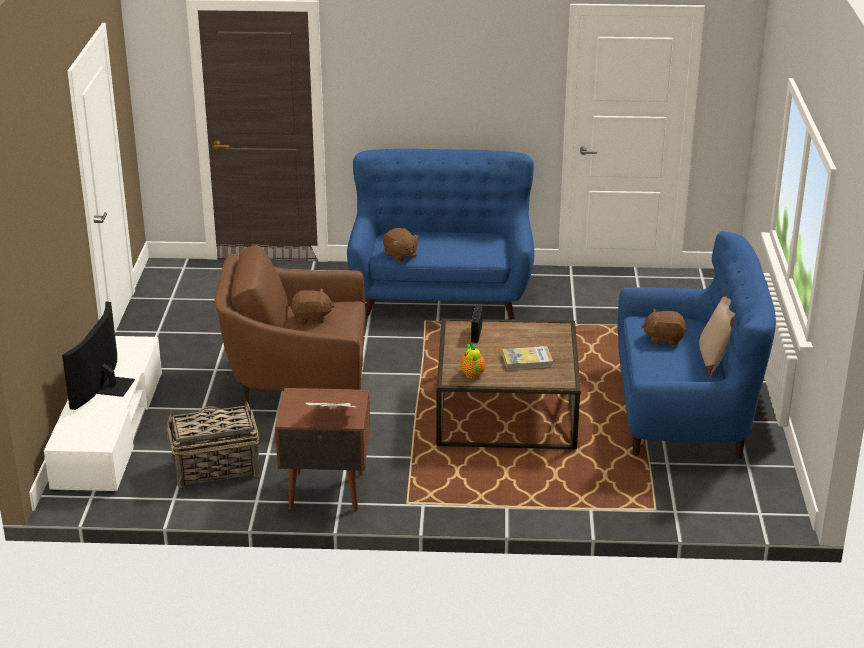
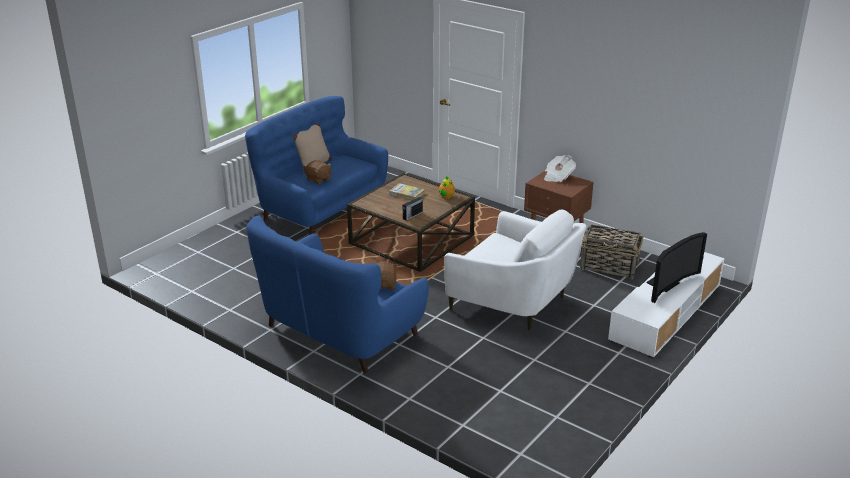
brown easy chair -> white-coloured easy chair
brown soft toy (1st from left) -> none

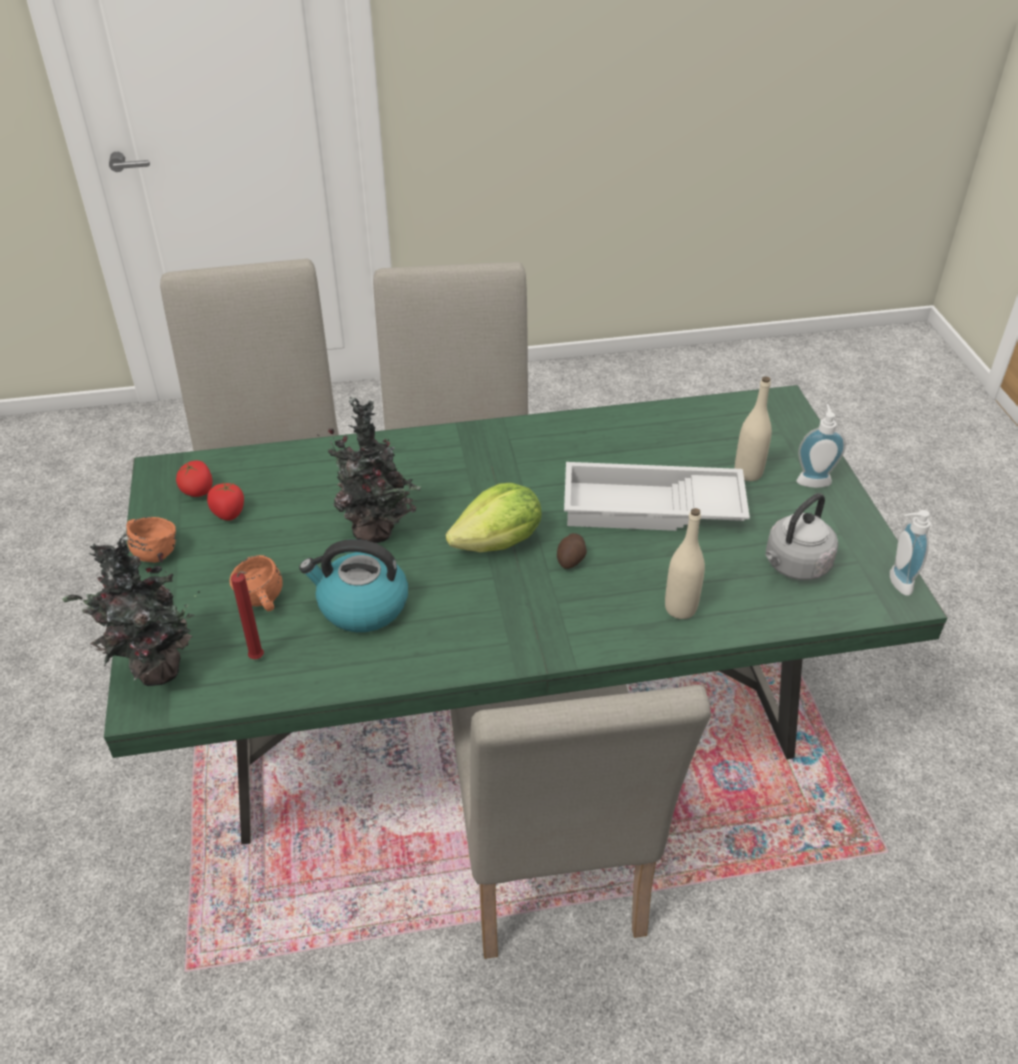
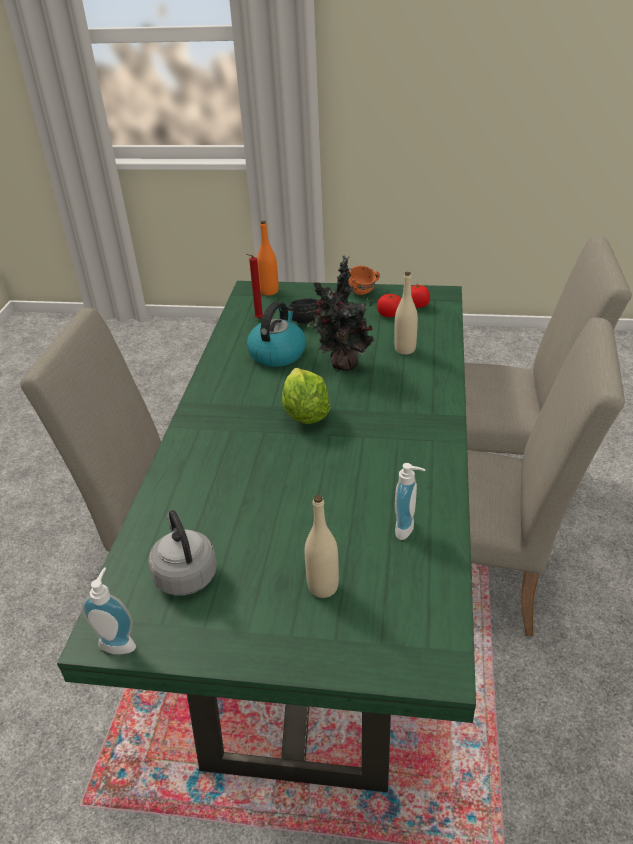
plant in a pot (1st from left) -> orange-coloured beverage bottle
orange-coloured coffee mug (2nd from left) -> black-coloured coffee mug
beige-coloured beverage bottle (1st from left in the first image) -> beige-coloured beverage bottle (2nd from left), moved
soap bottle (1st from left in the first image) -> soap bottle (2nd from left), moved
whole potato -> none
white-coloured serving tray -> none

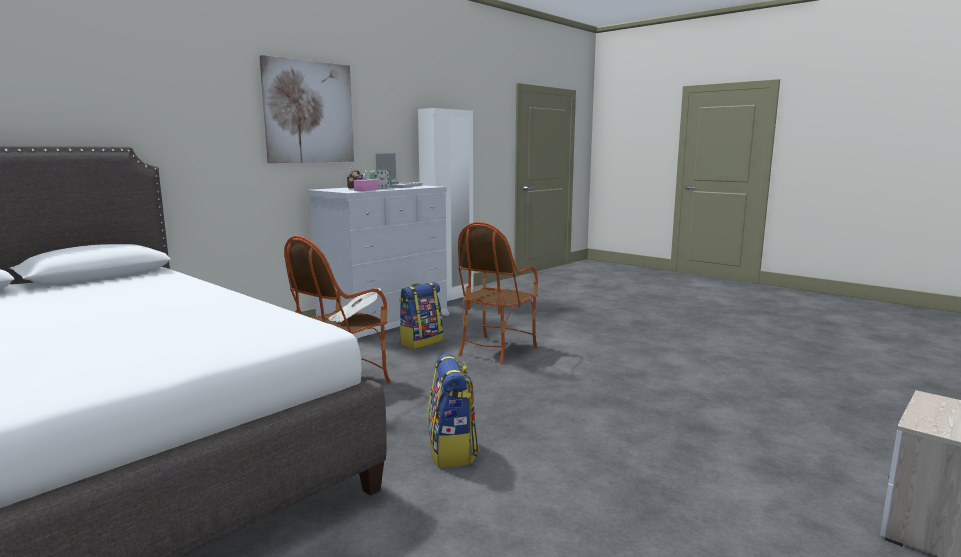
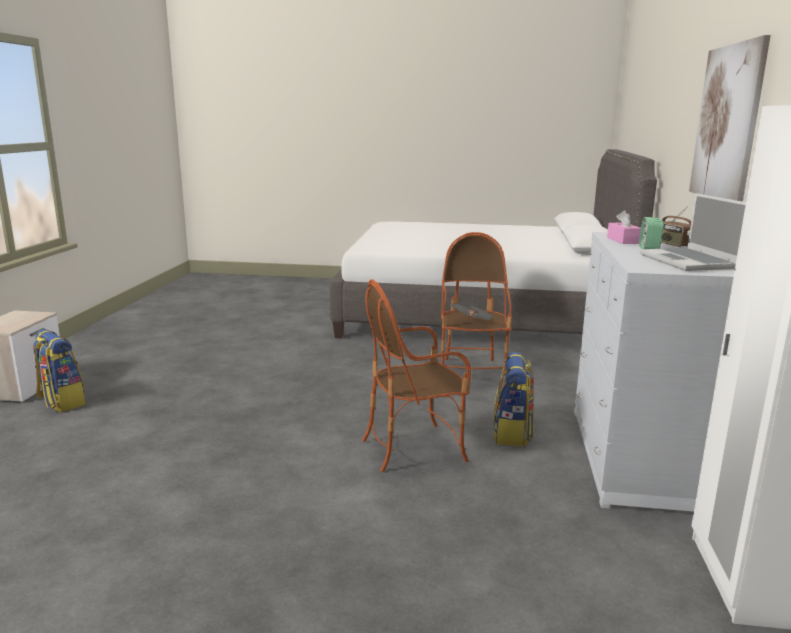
backpack (2nd from left in the first image) -> backpack (1st from left), moved
easy chair (2nd from left in the first image) -> easy chair (1st from left), 105 degrees counterclockwise

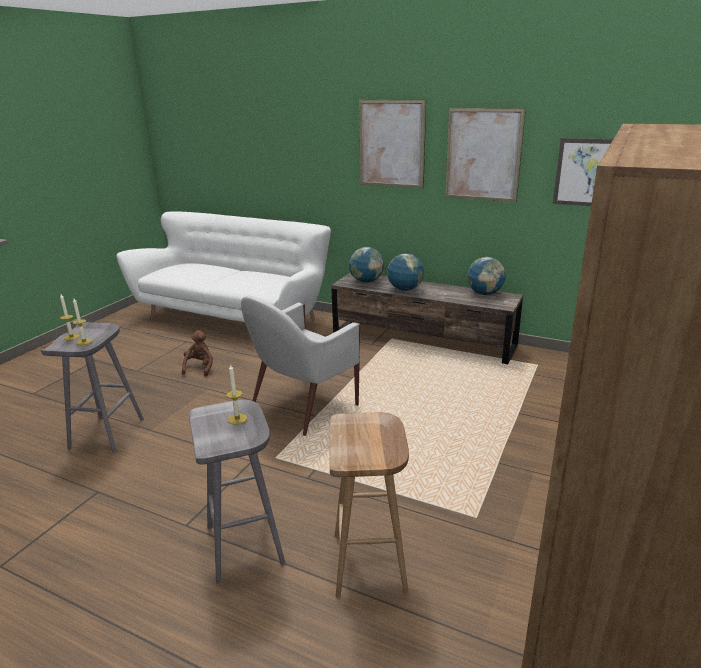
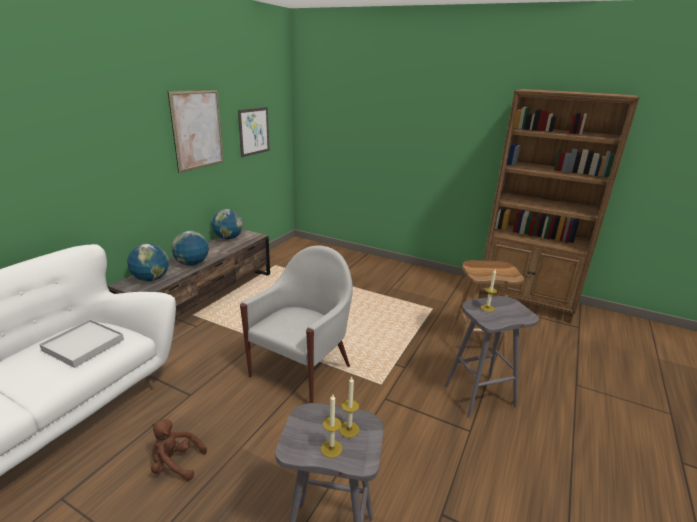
none -> white-coloured serving tray
white-coloured easy chair, 105 degrees counterclockwise
picture (1st from left) -> none

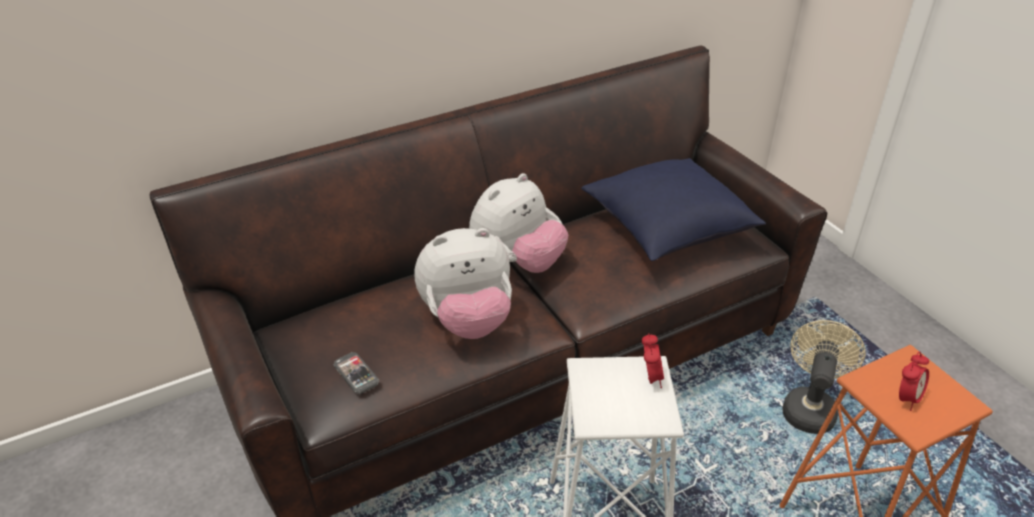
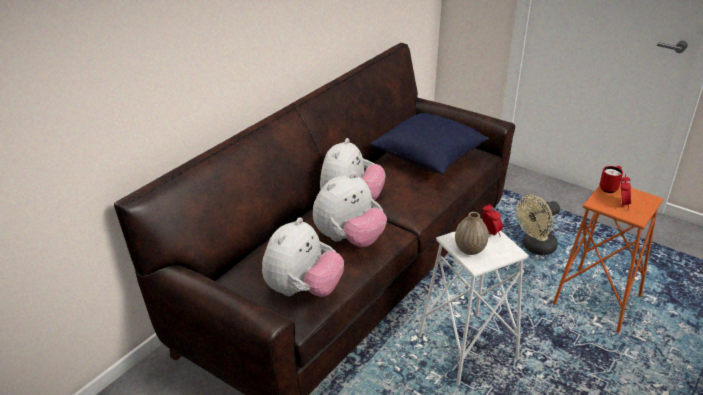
handset -> soft toy (1st from left)
none -> vase
beige-coloured electric fan, 120 degrees counterclockwise
none -> reddish coffee mug

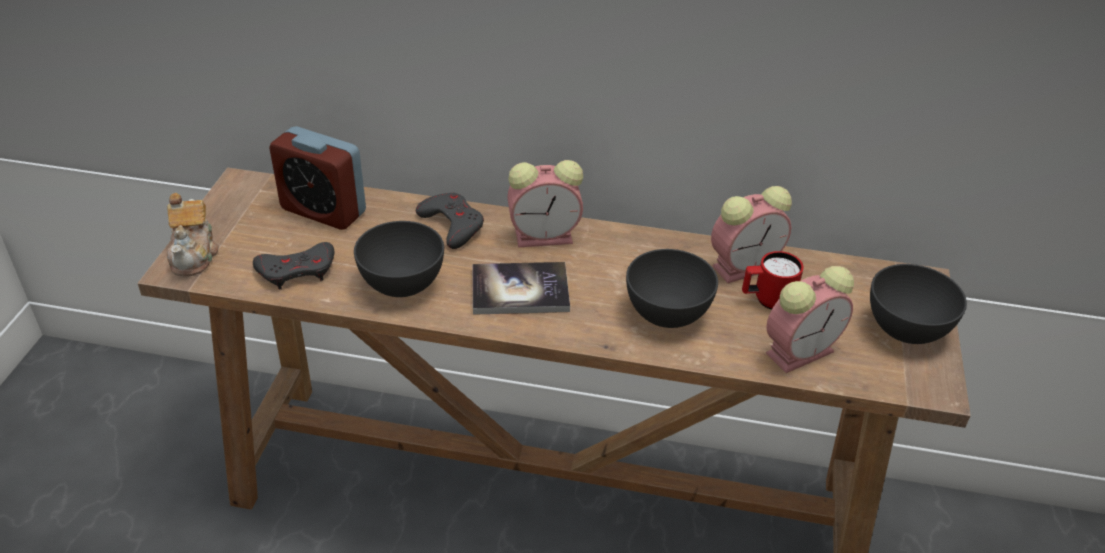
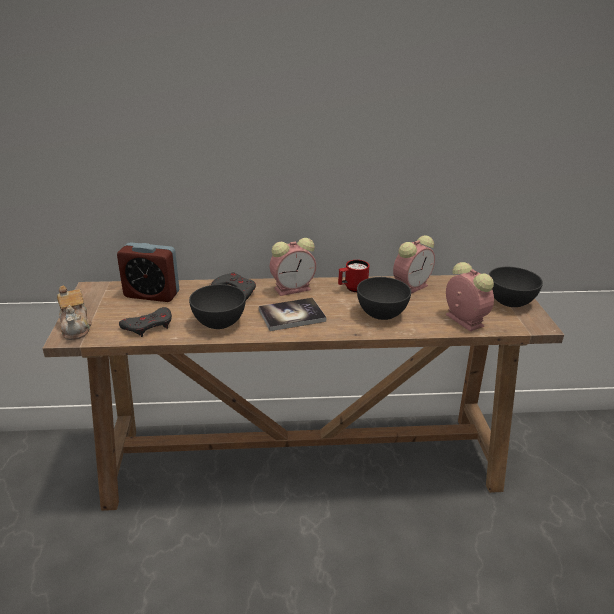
reddish coffee mug, moved
table clock (4th from left), 75 degrees counterclockwise

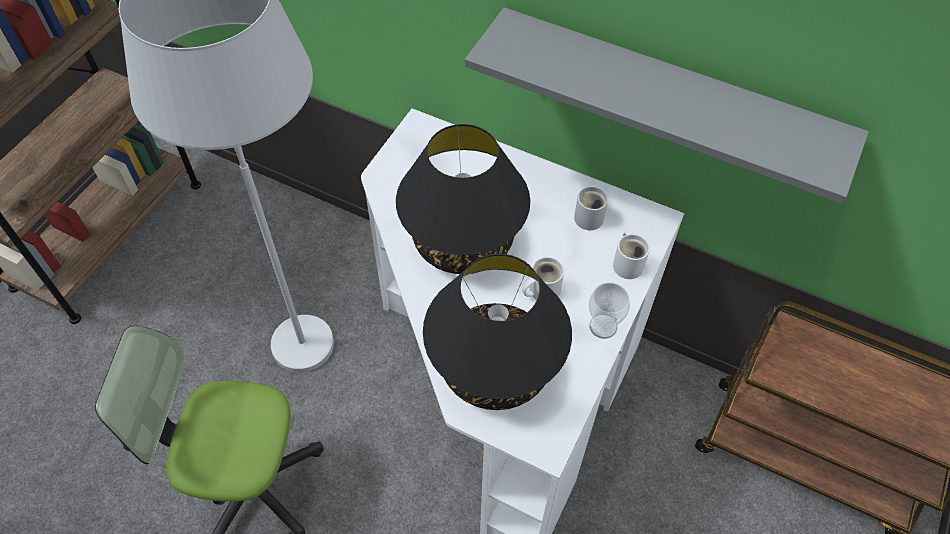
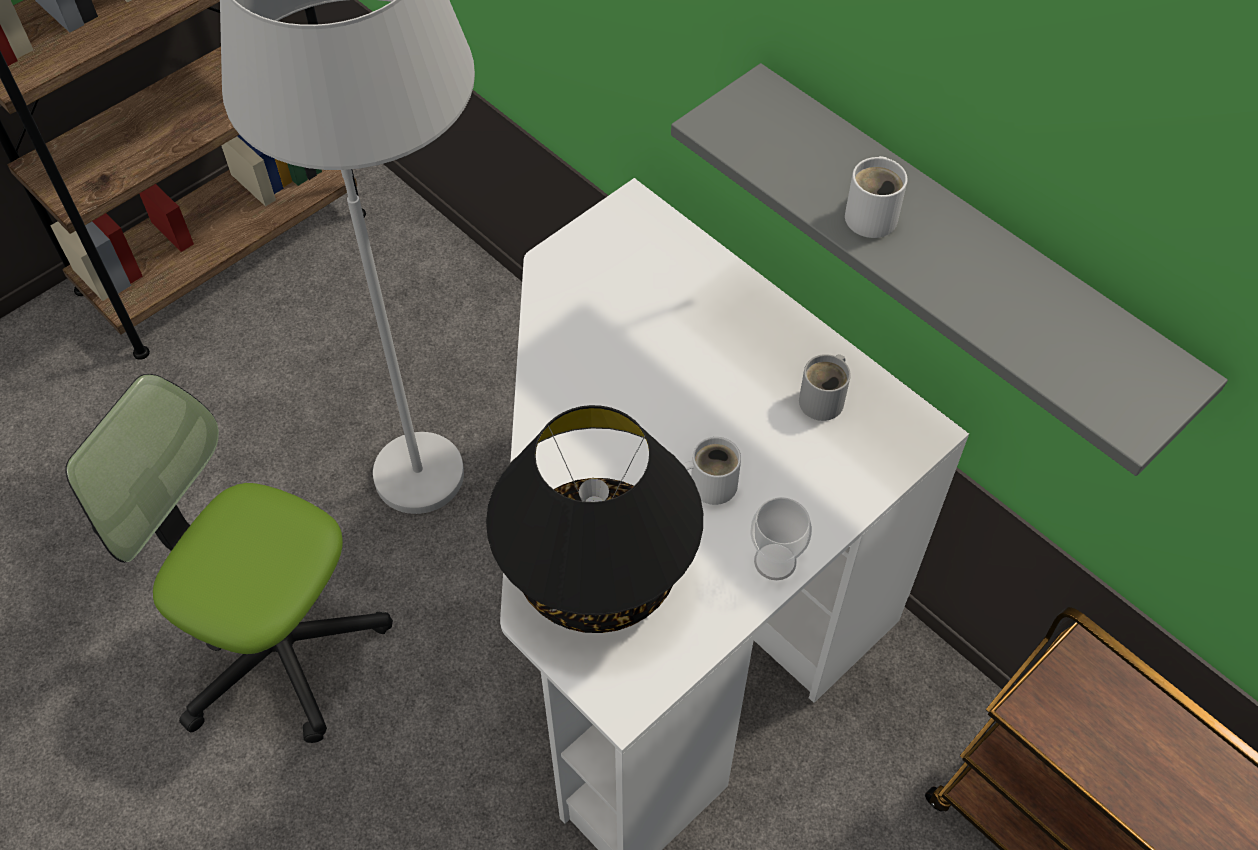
white-coloured coffee mug (3rd from left), moved
black-coloured tabletop lamp (1st from left) -> none

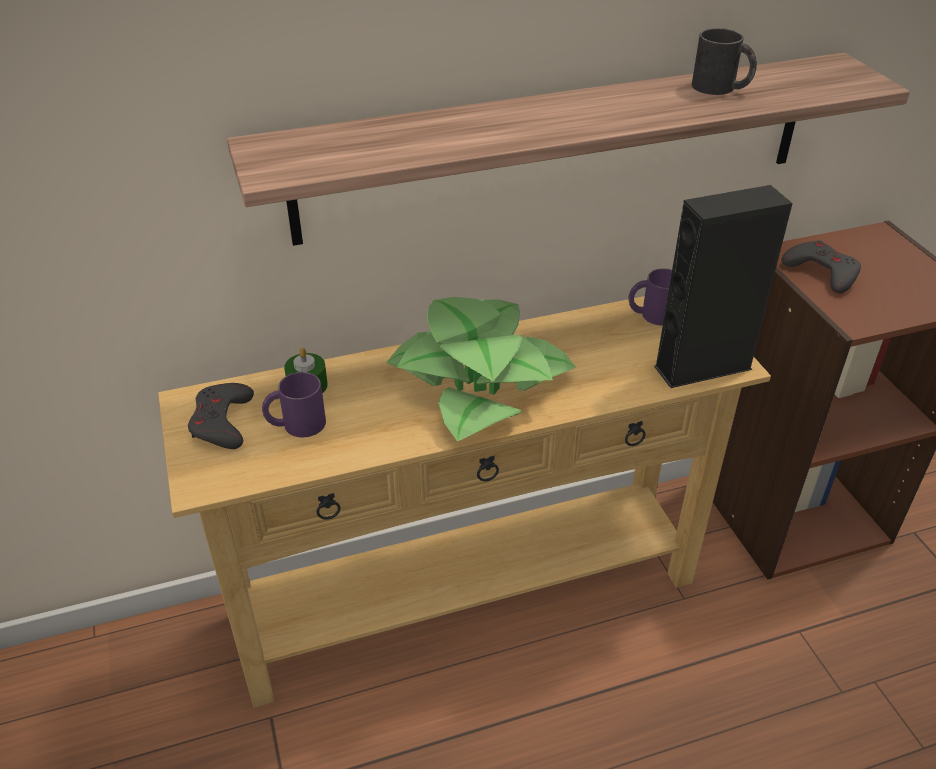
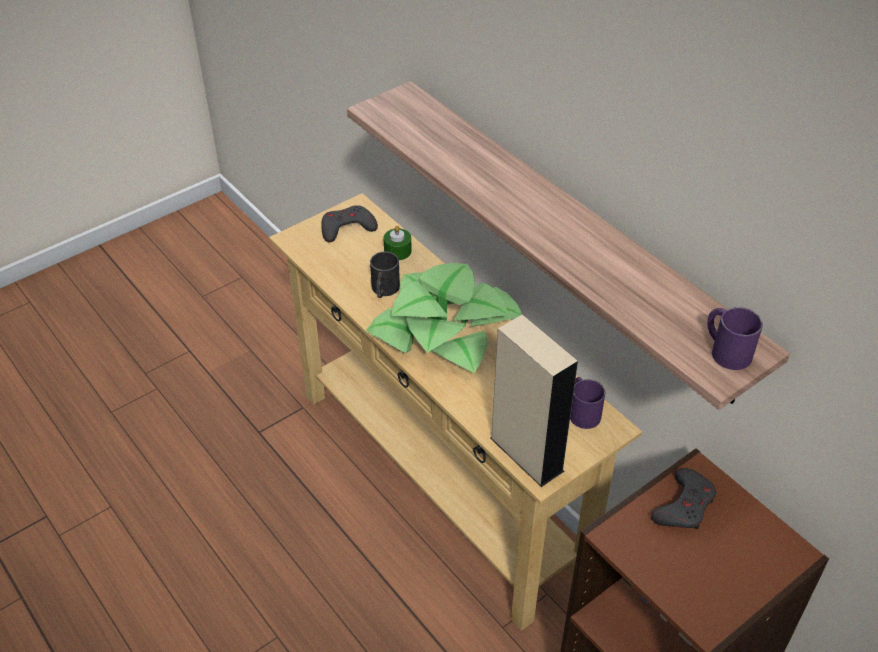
black-coloured coffee mug, moved
black-coloured audio speaker -> beige-coloured audio speaker
purple coffee mug (1st from left in the first image) -> purple coffee mug (2nd from left), moved

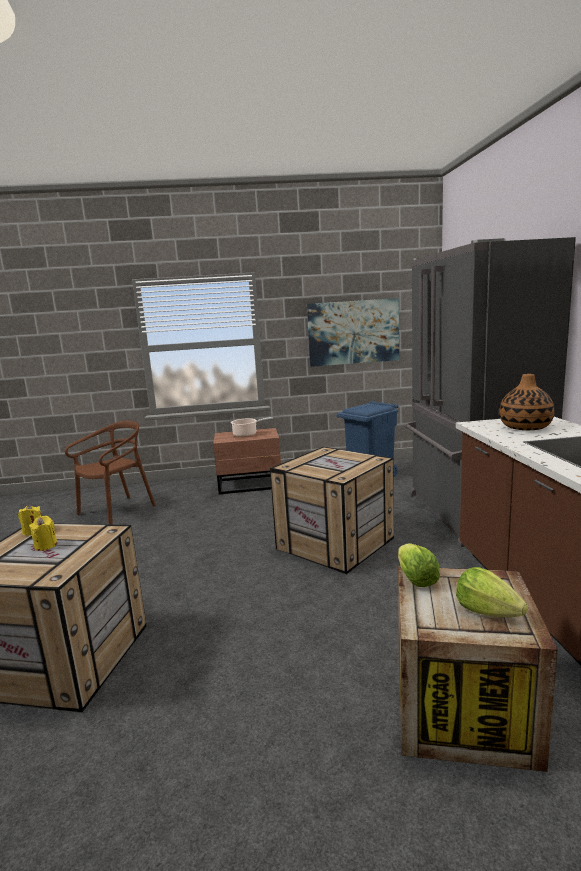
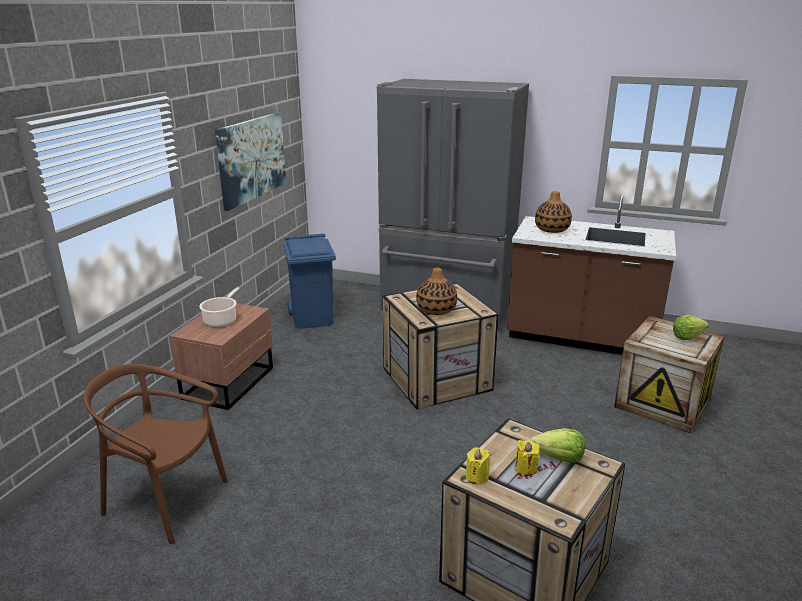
brown plain chair, 45 degrees counterclockwise
none -> vase (1st from left)
lettuce (1st from left), moved

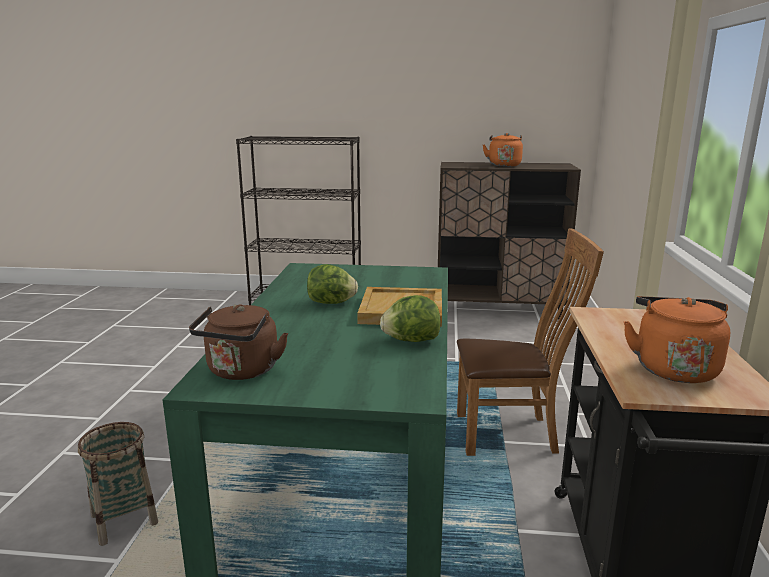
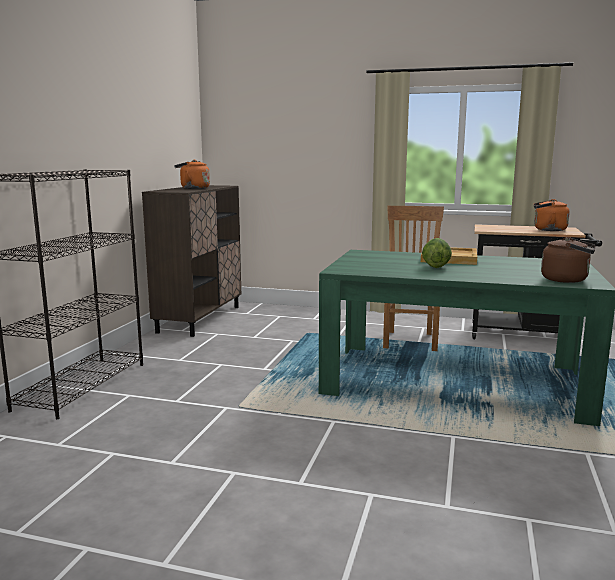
storage basket -> none
lettuce (2nd from left) -> none

